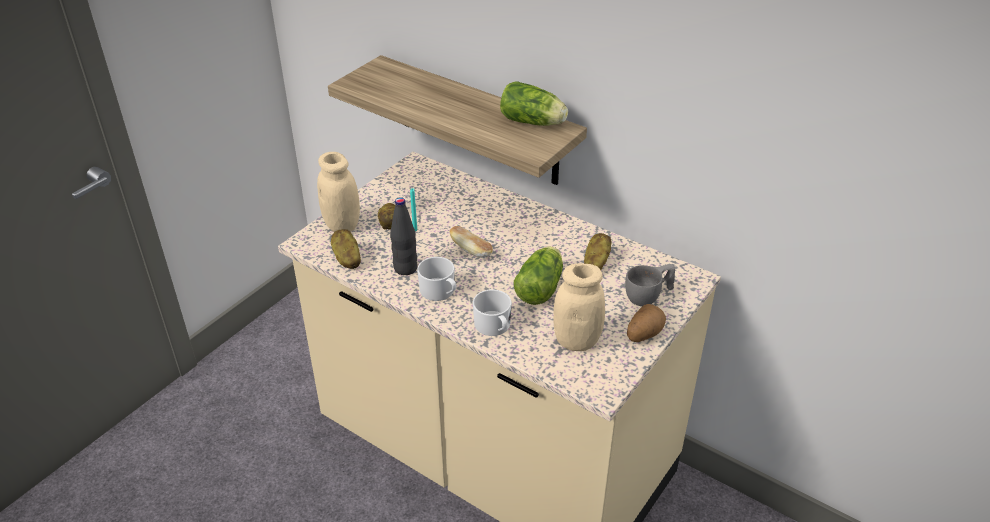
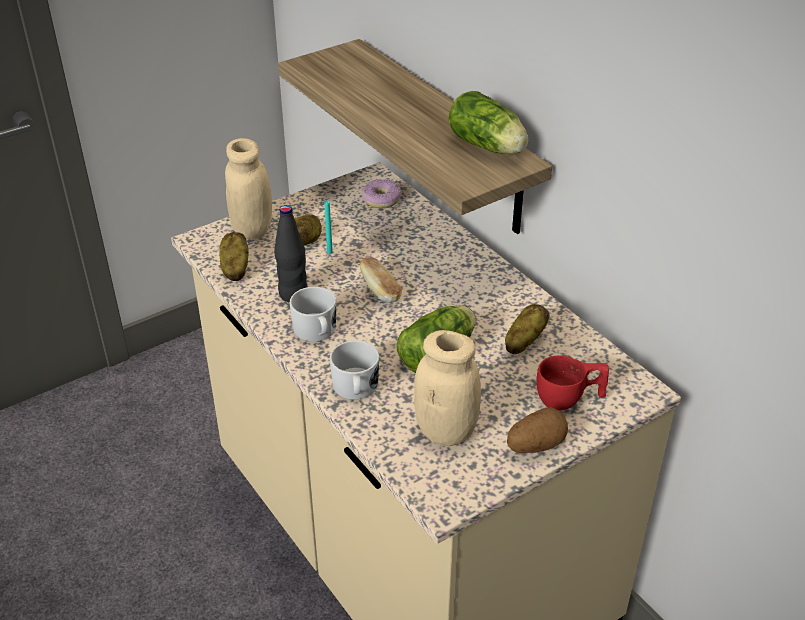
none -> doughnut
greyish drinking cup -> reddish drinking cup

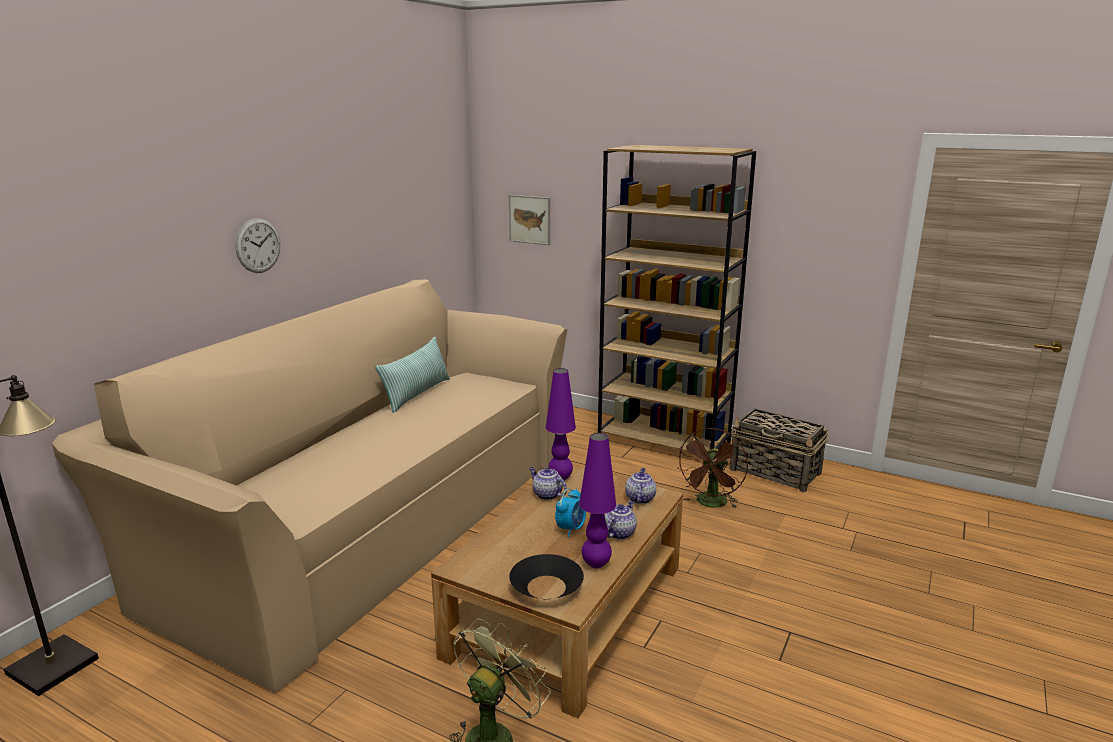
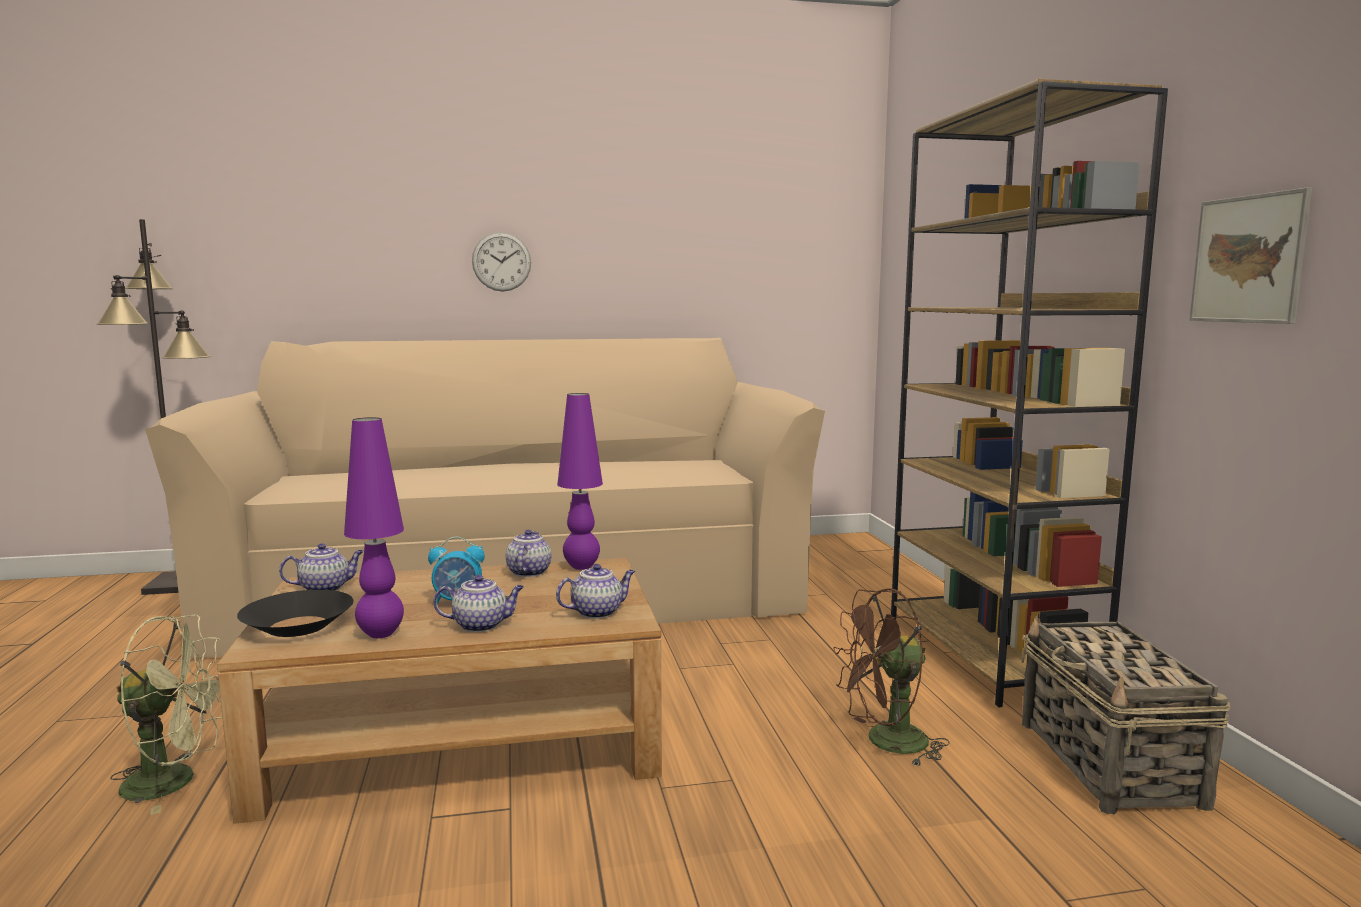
none -> pot for tea (1st from left)
picture, moved
throw pillow -> none

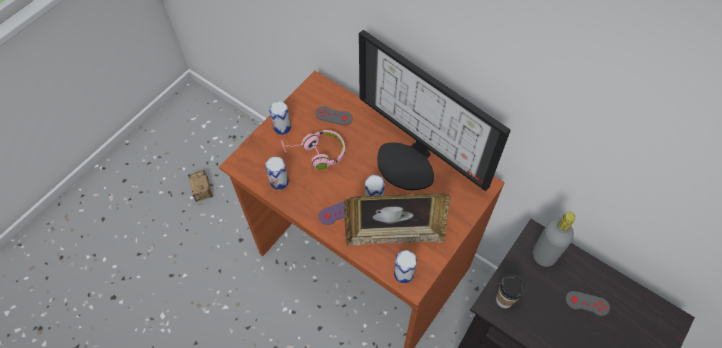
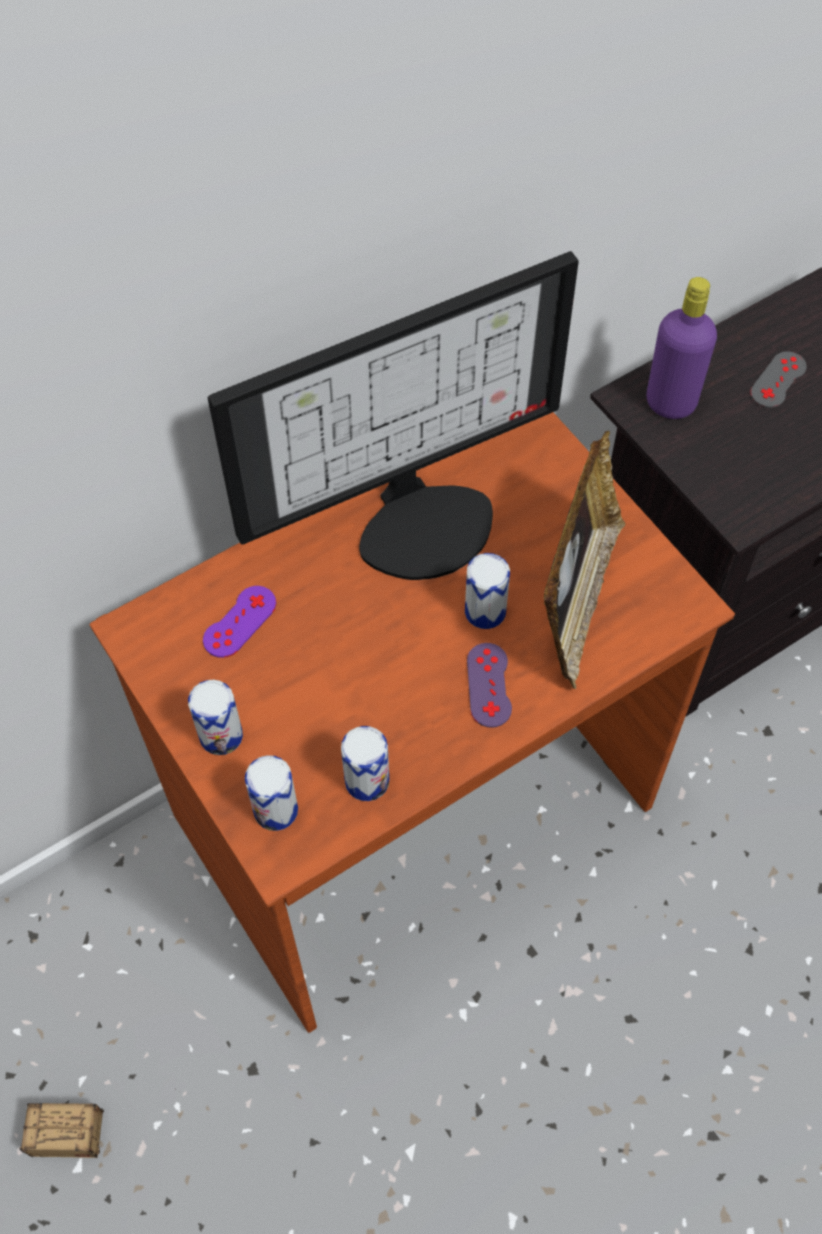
greyish game controller (1st from left) -> purple game controller (1st from left)
sealed can (4th from left in the first image) -> sealed can (2nd from left), moved
greyish beverage bottle -> purple beverage bottle
pinkish pair of headphones -> none
drinking cup -> none

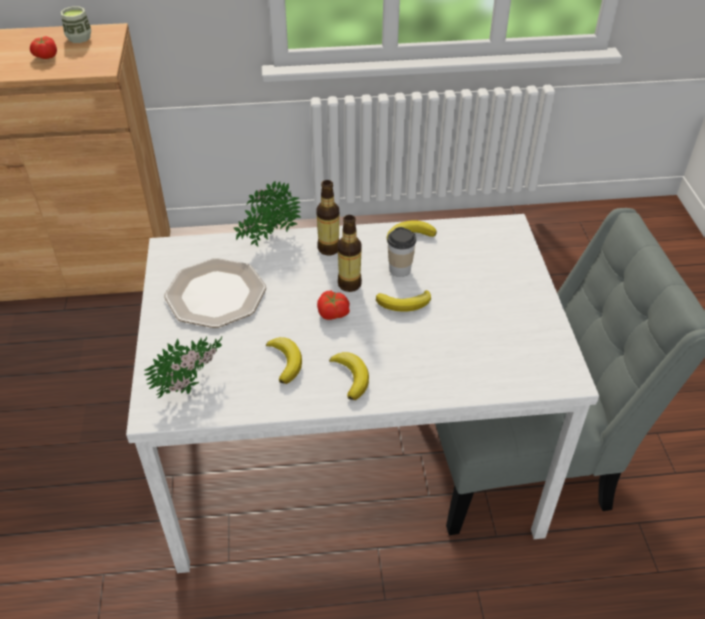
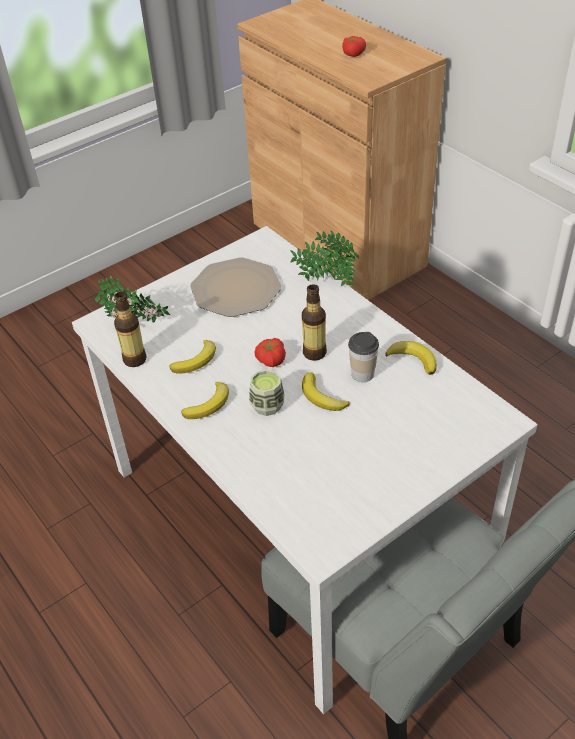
beverage bottle (1st from left), moved
drinking cup (1st from left), moved

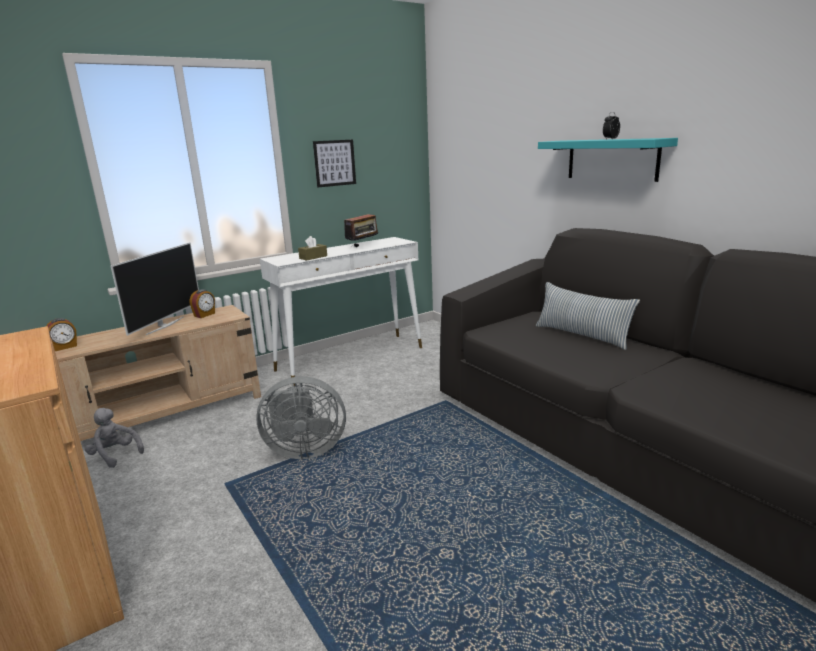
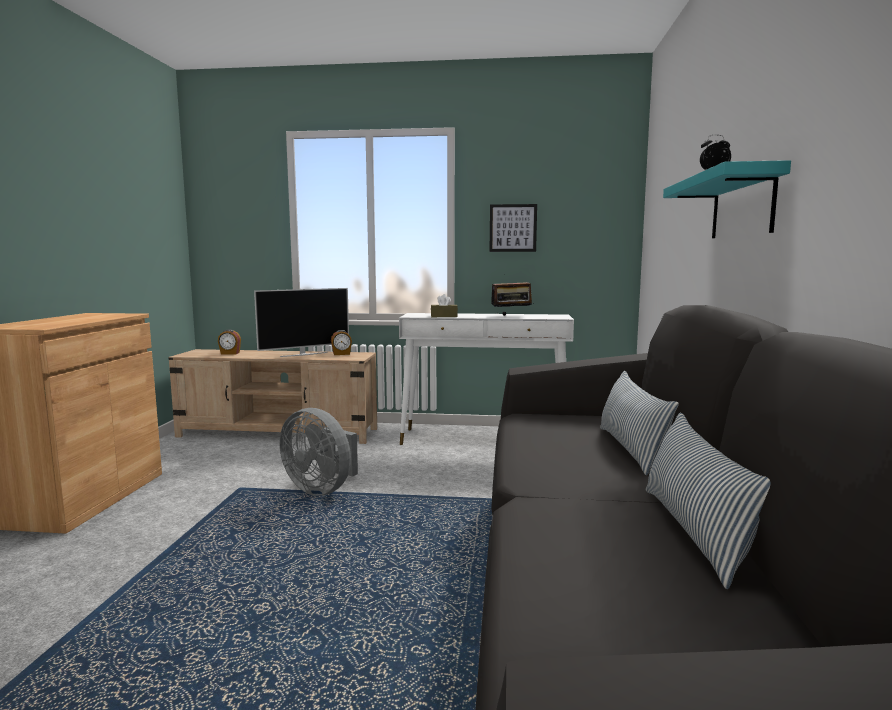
none -> throw pillow (2nd from left)
greyish soft toy -> none

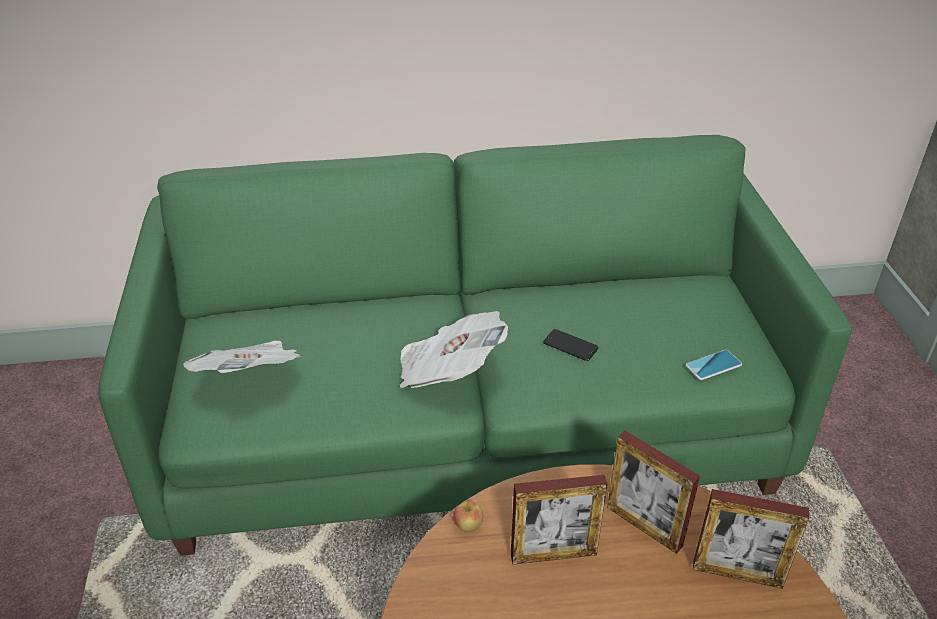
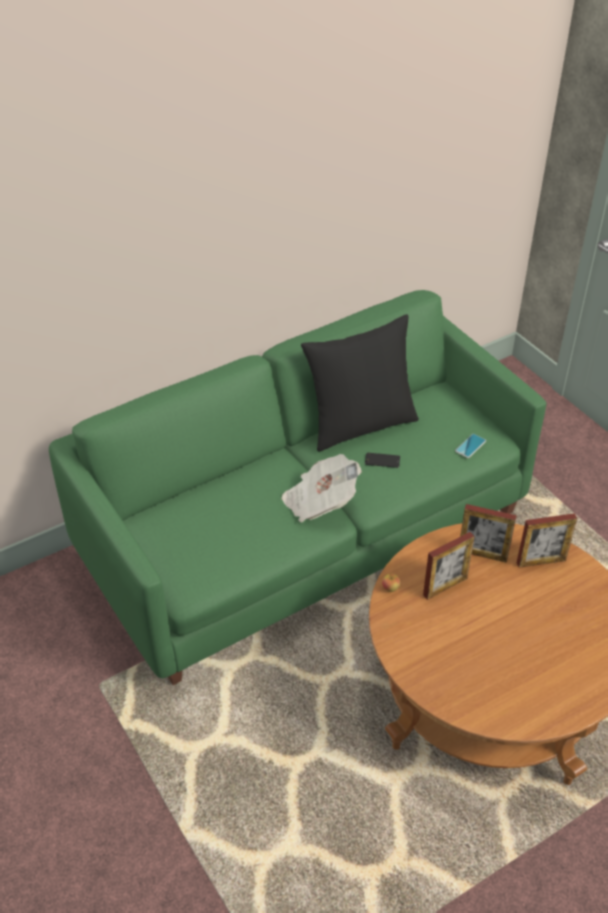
none -> black-coloured throw pillow
newspaper (1st from left) -> none

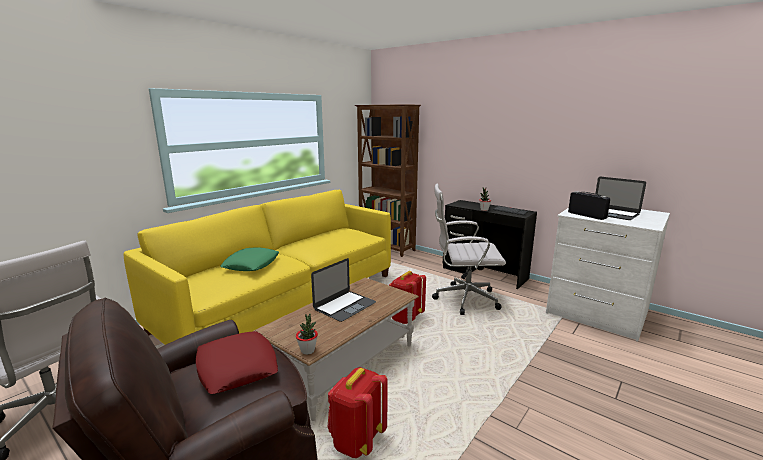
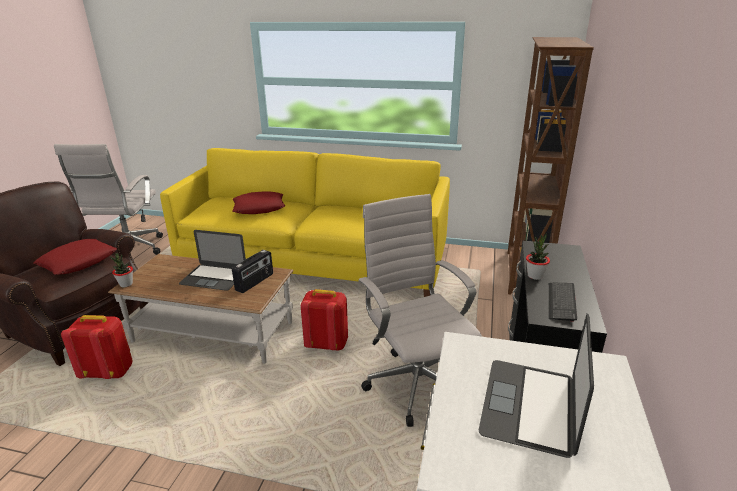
greenish throw pillow -> reddish throw pillow (2nd from left)
radio set, moved

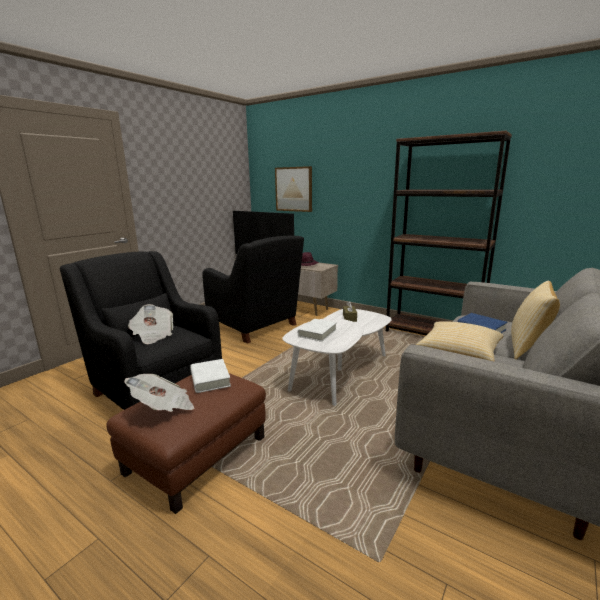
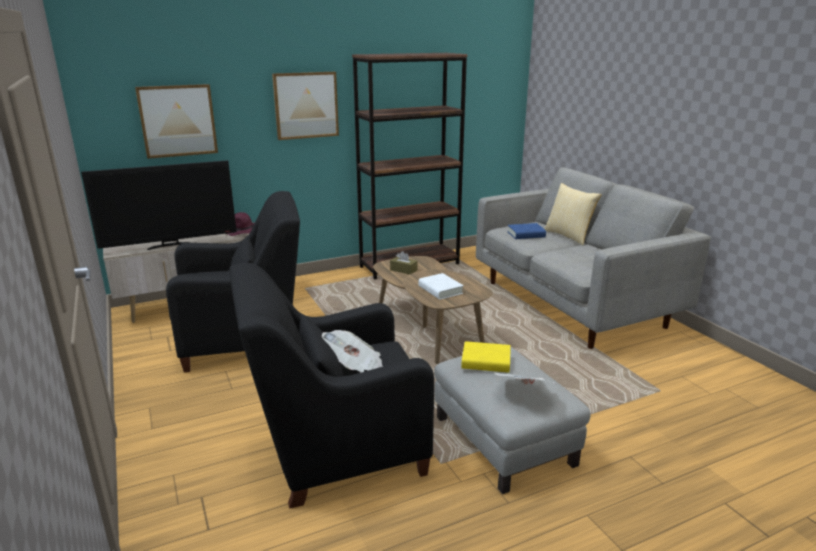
none -> picture (2nd from left)
white-coloured lounge table -> brown lounge table
brown pouffe -> greyish pouffe
white-coloured volume (1st from left) -> yellow volume
throw pillow (1st from left) -> none

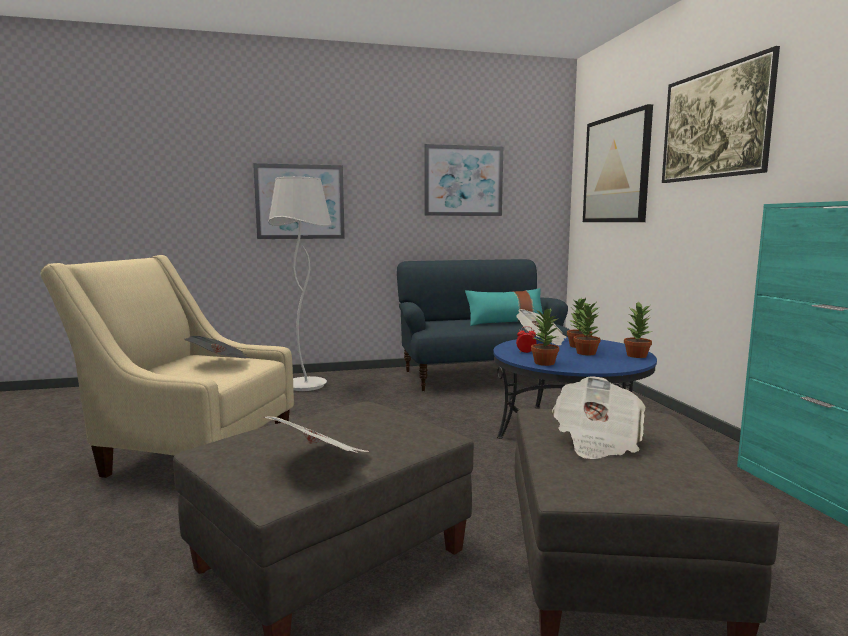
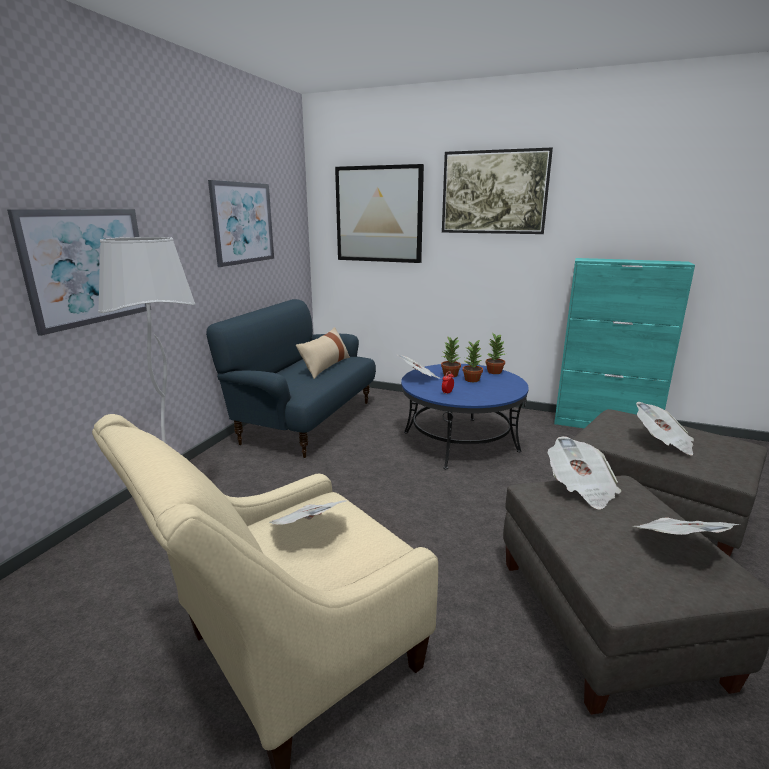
turquoise throw pillow -> beige-coloured throw pillow
none -> newspaper (3rd from left)
plant in a pot (1st from left) -> none

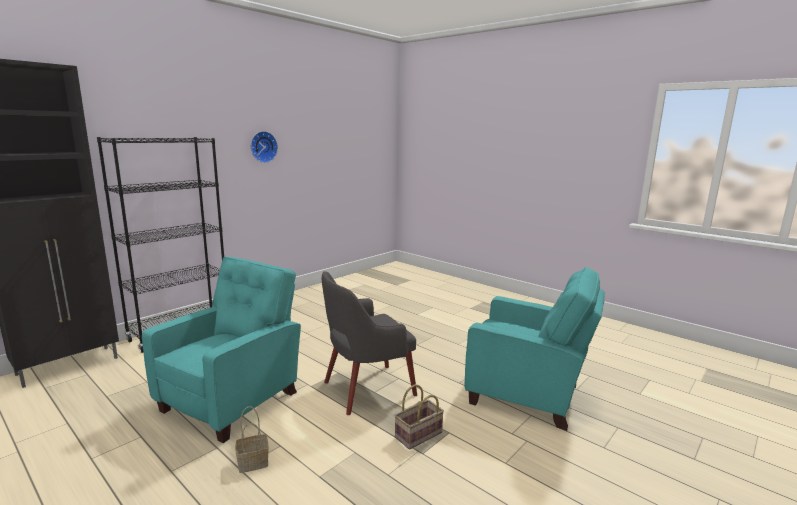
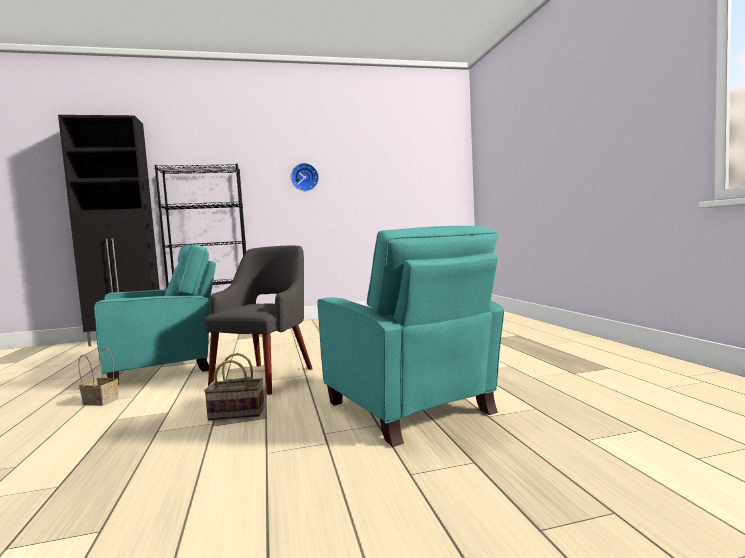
greyish easy chair, 105 degrees clockwise

